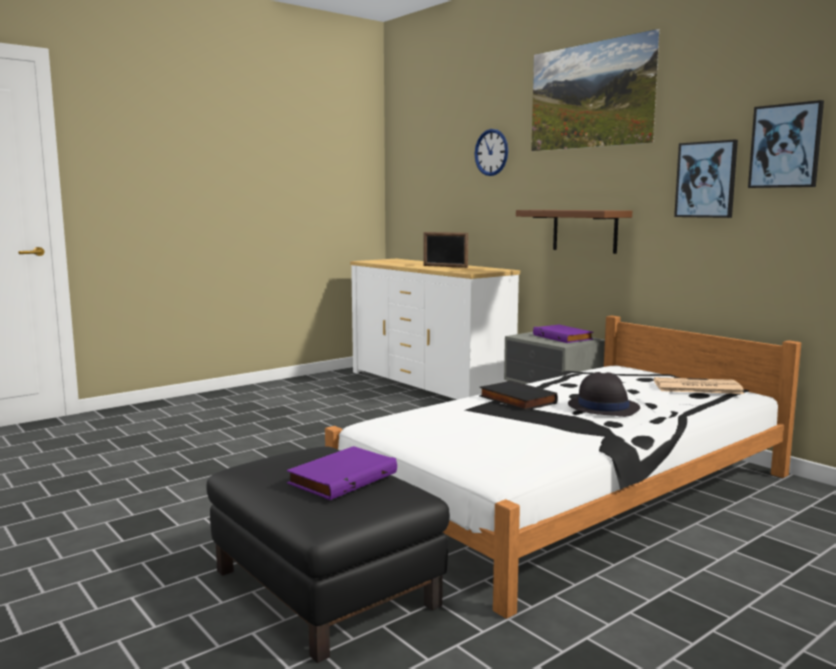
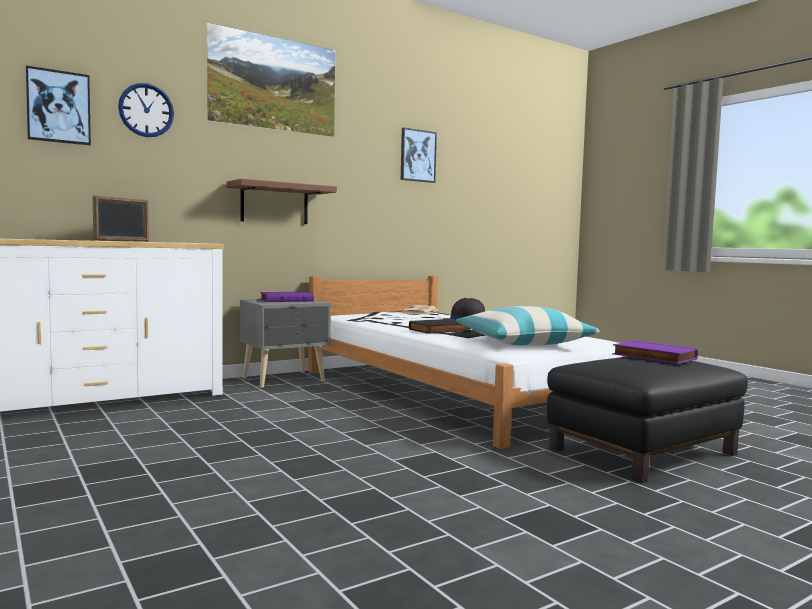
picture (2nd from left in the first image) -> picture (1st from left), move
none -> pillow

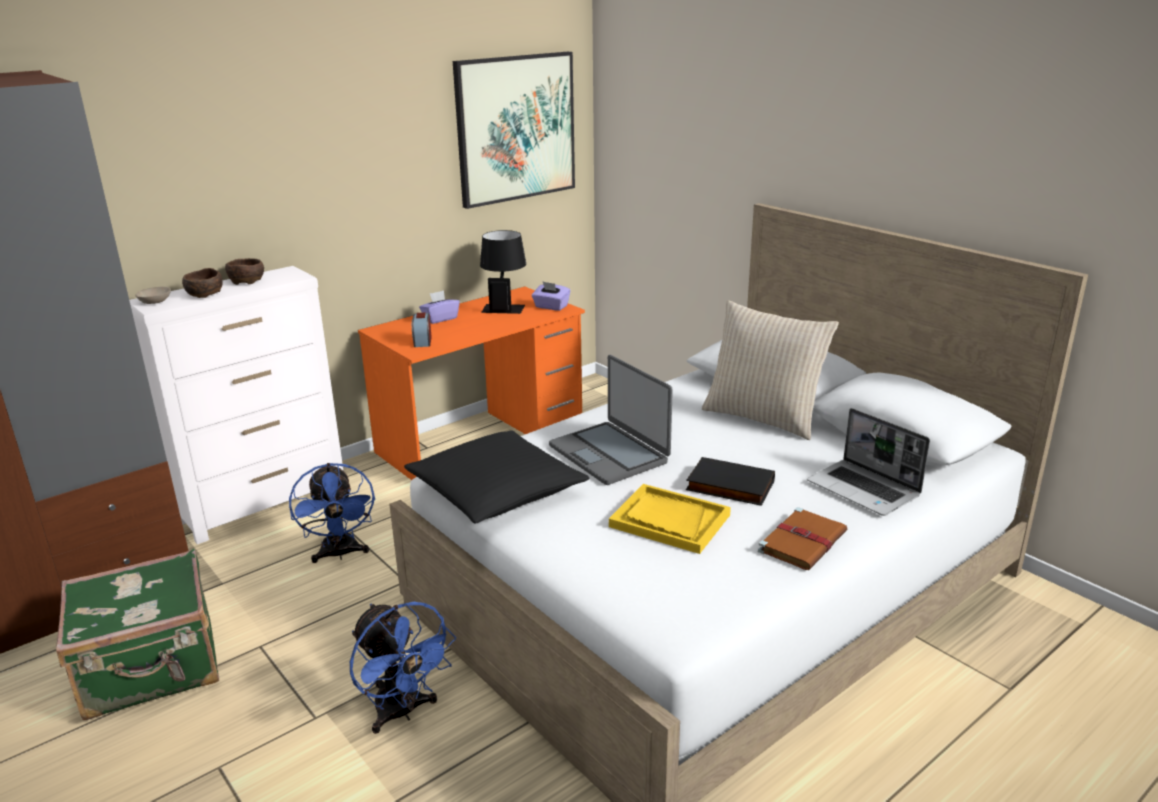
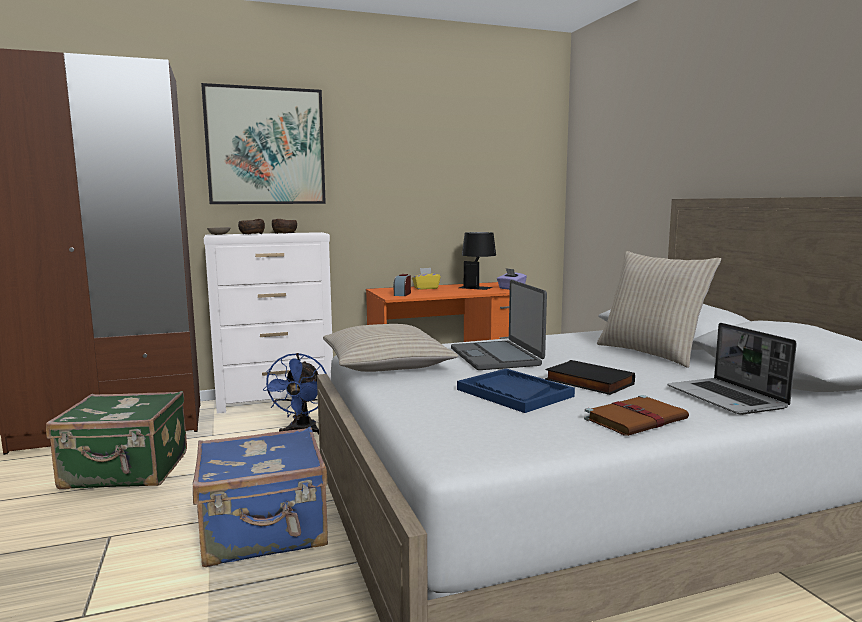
picture, move
tissue box (purple) (1st from left) -> tissue box (yellow)
pillow (black) -> pillow (beige) (1st from left)
tray (yellow) -> tray (blue)
fan (blue) (2nd from left) -> suitcase (blue)

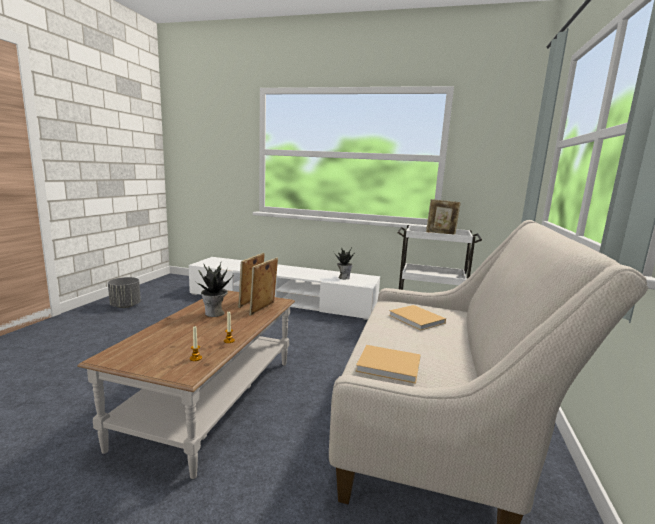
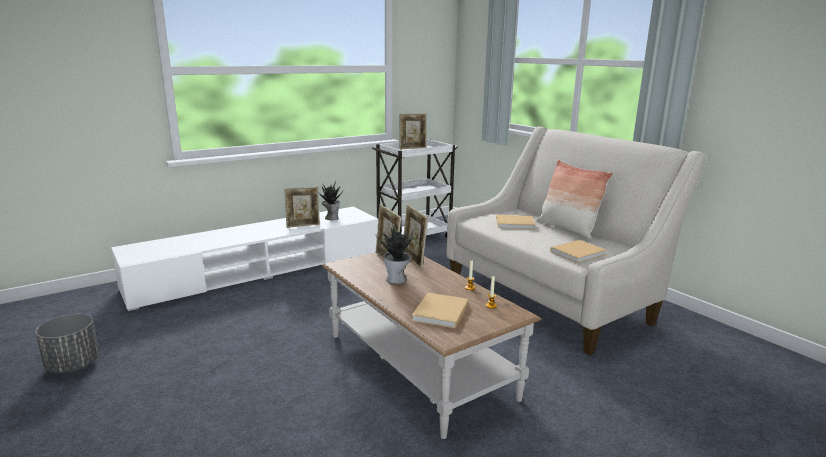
none -> pillow
none -> picture frame (1st from left)
none -> book (beige) (1st from left)

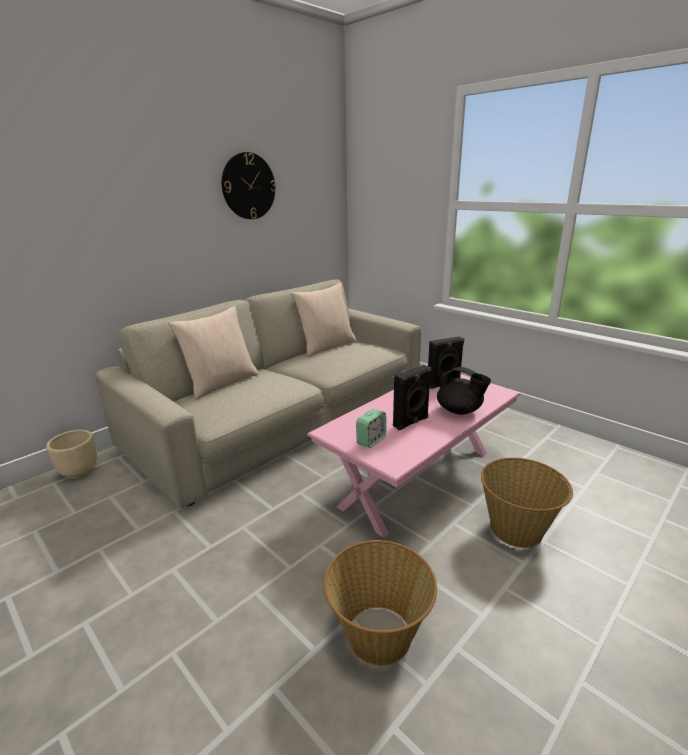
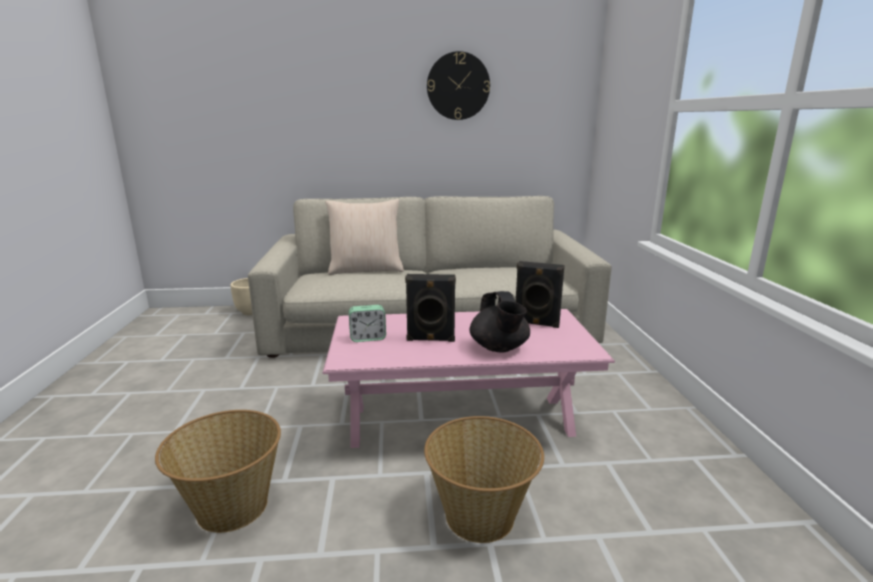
pillow (beige) (2nd from left) -> none

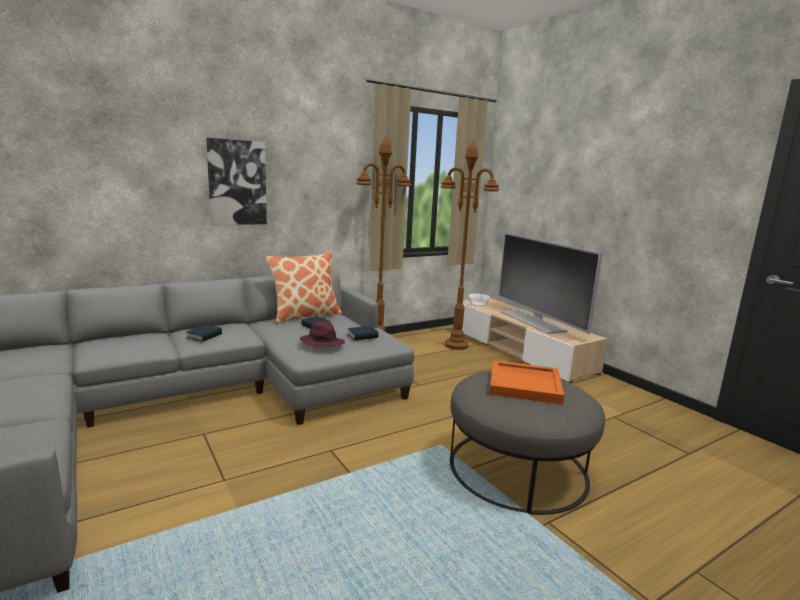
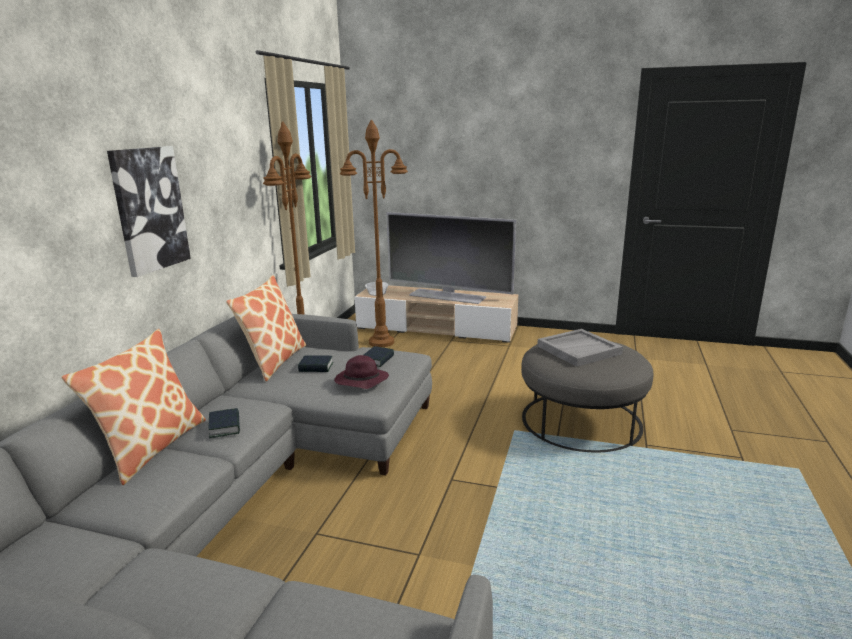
tray (orange) -> tray (grey)
none -> pillow (1st from left)

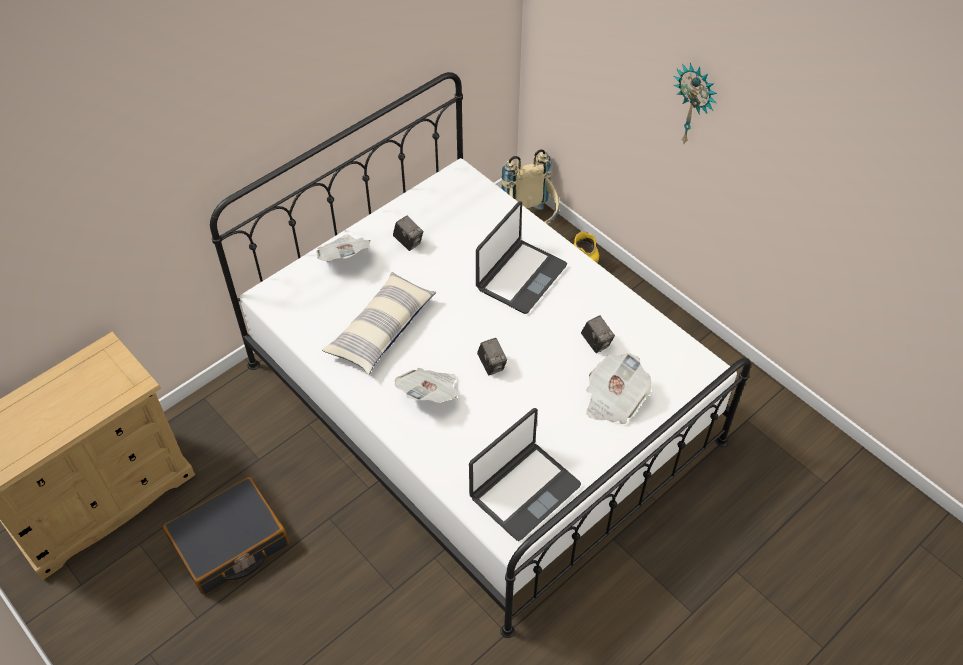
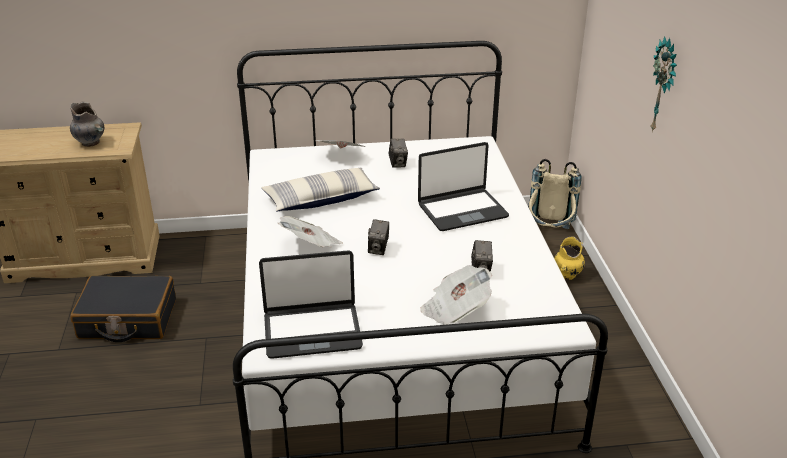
none -> vase (grey)

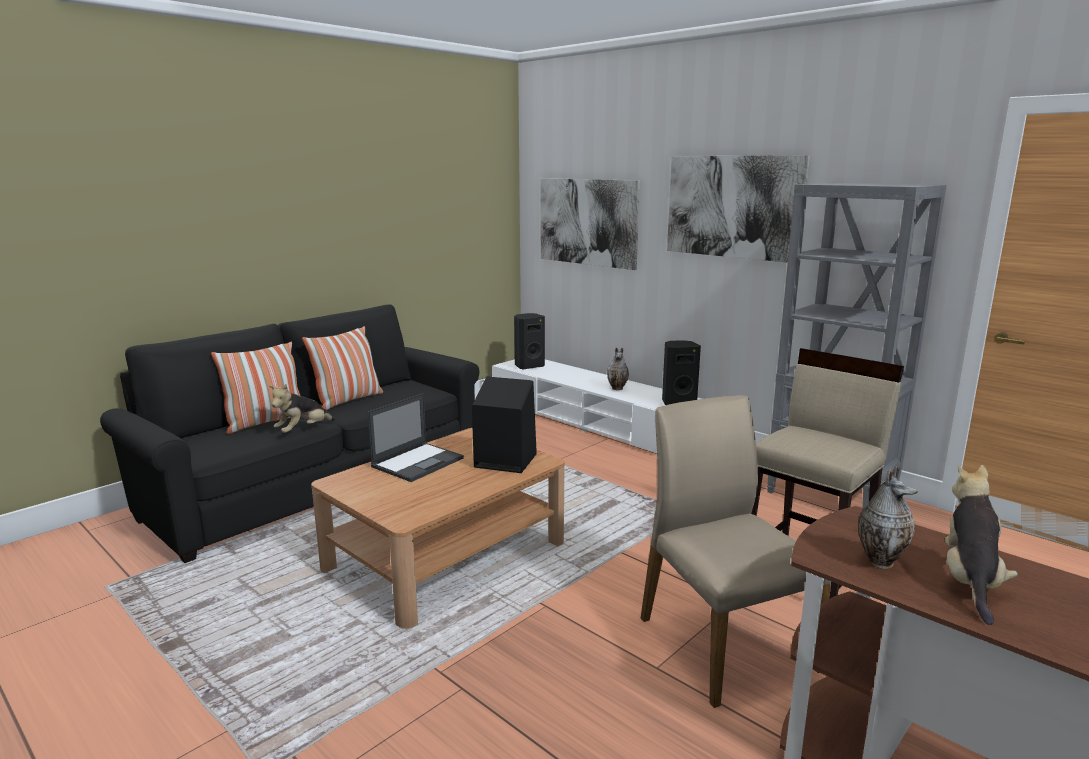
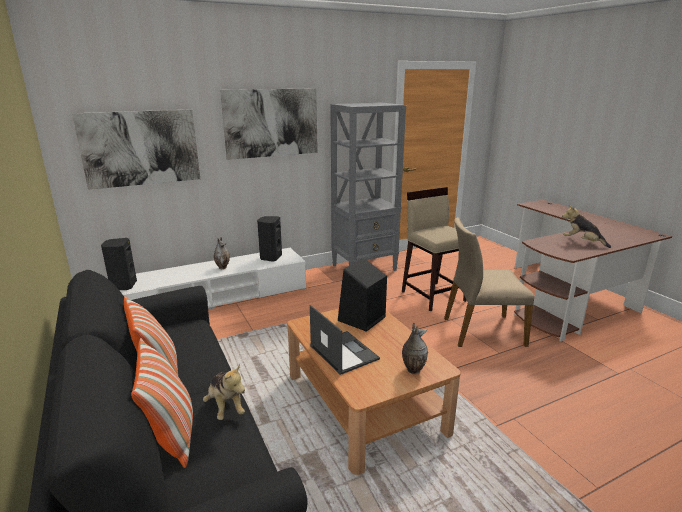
vase (2nd from left), move

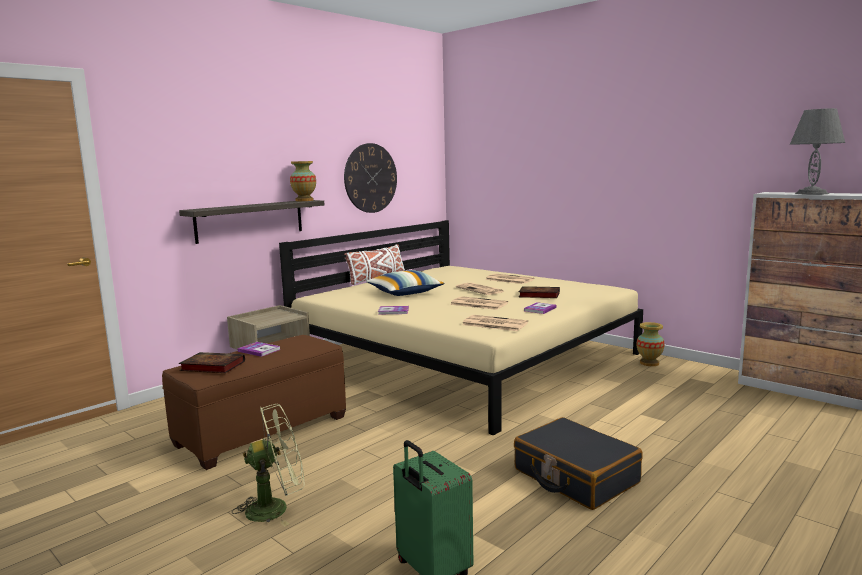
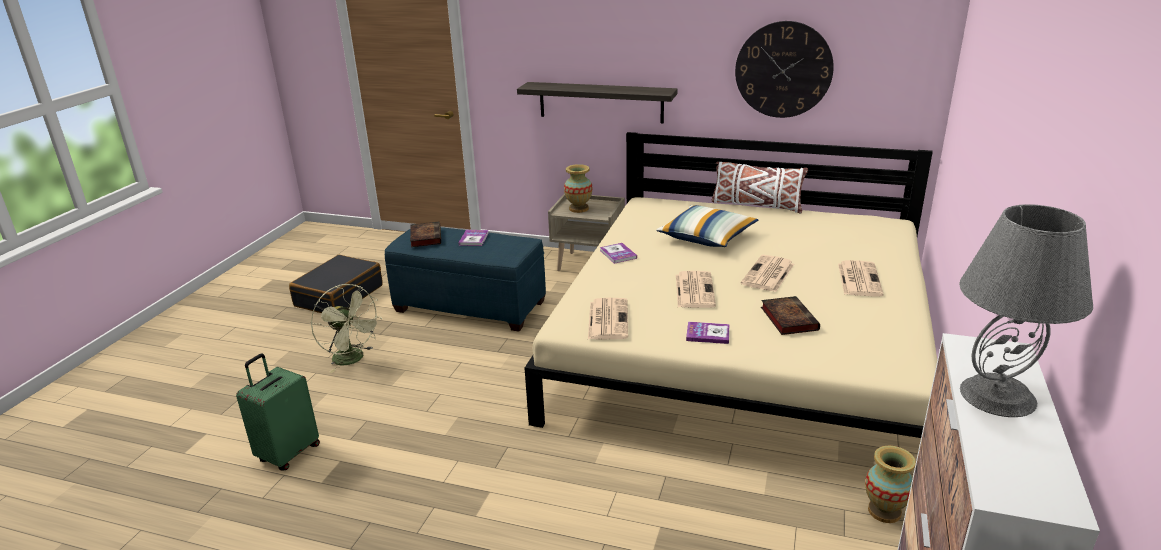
vase (1st from left), move
ottoman (brown) -> ottoman (blue)
suitcase (black), move

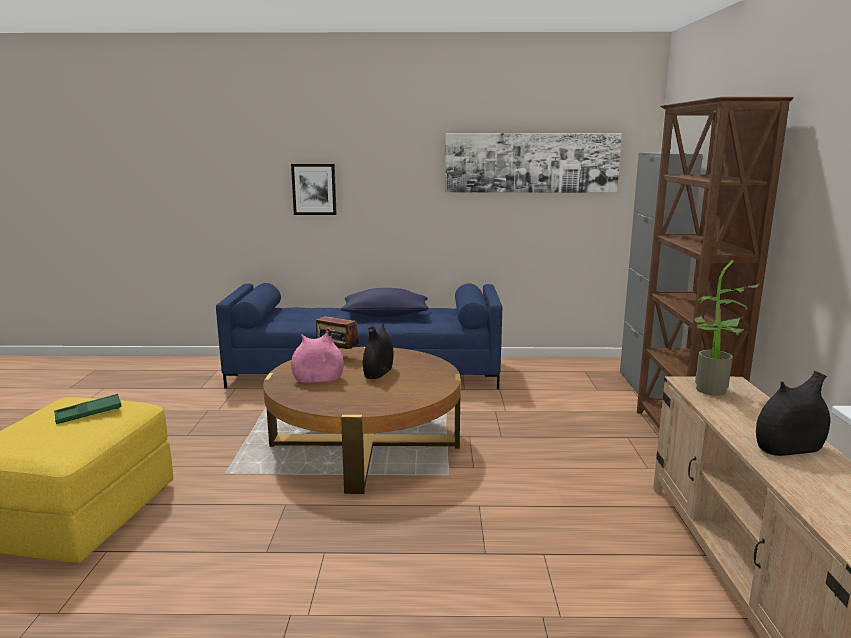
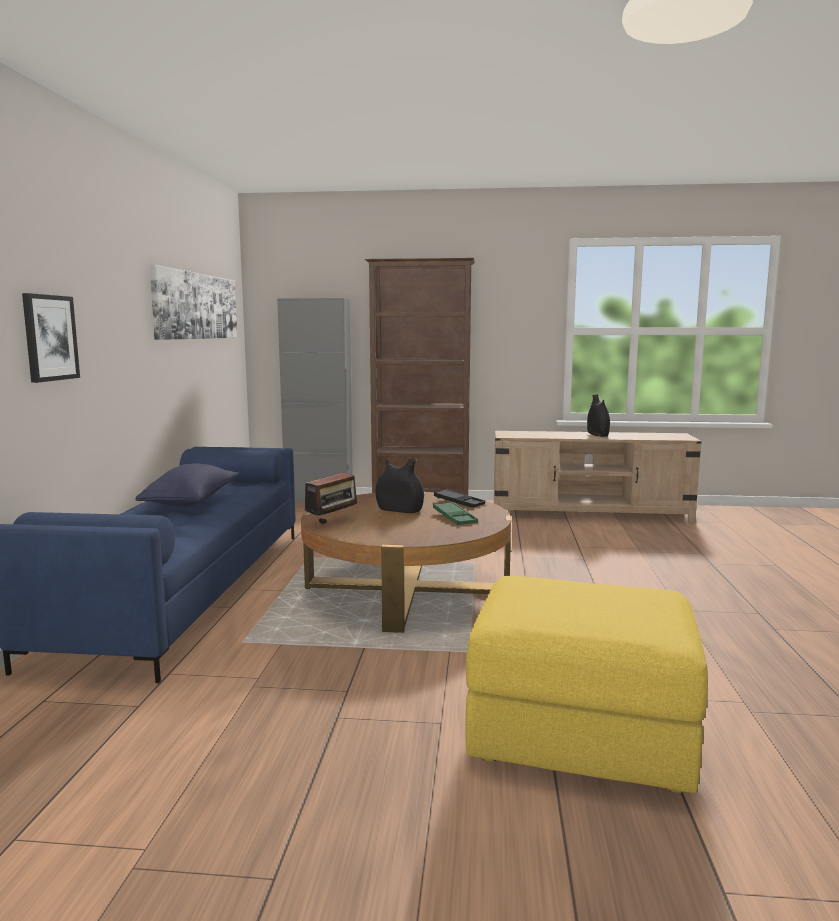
potted plant -> none
vase (pink) -> none
tray (green), move
none -> tray (black)

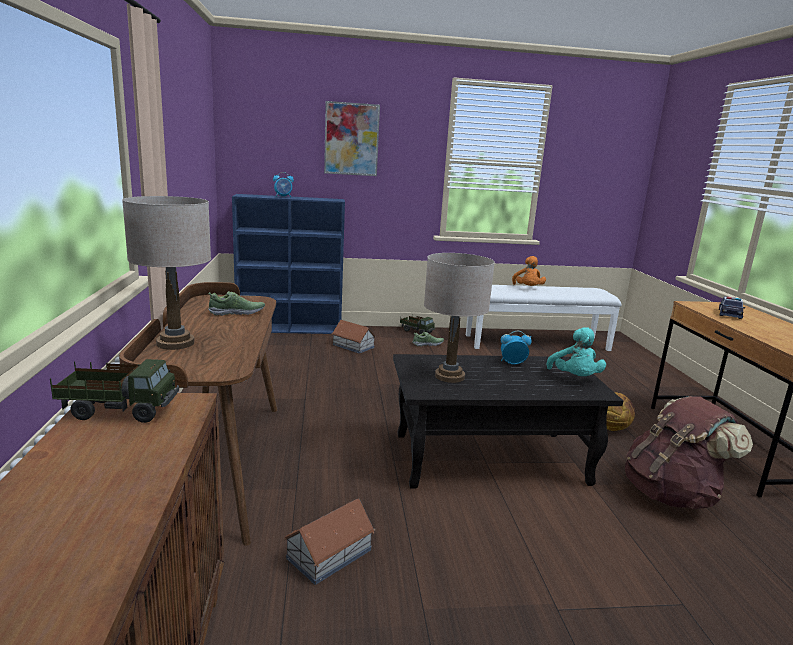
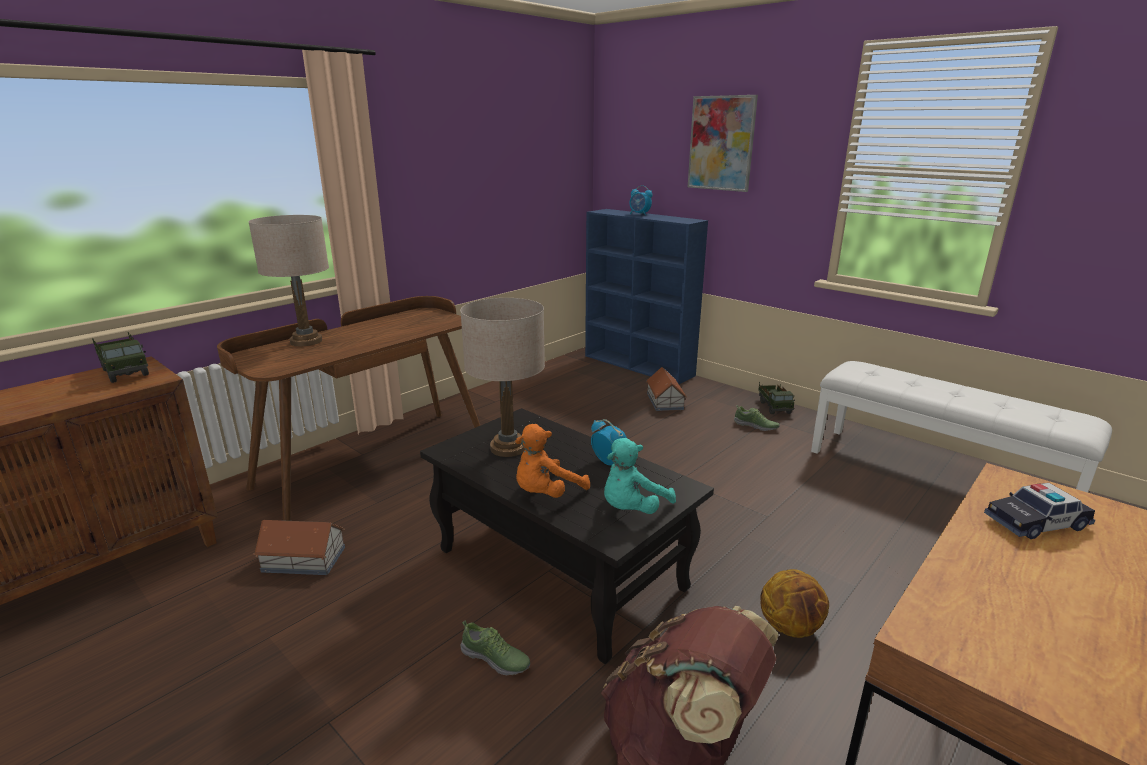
plush toy (orange), move
shoe (1st from left), move

